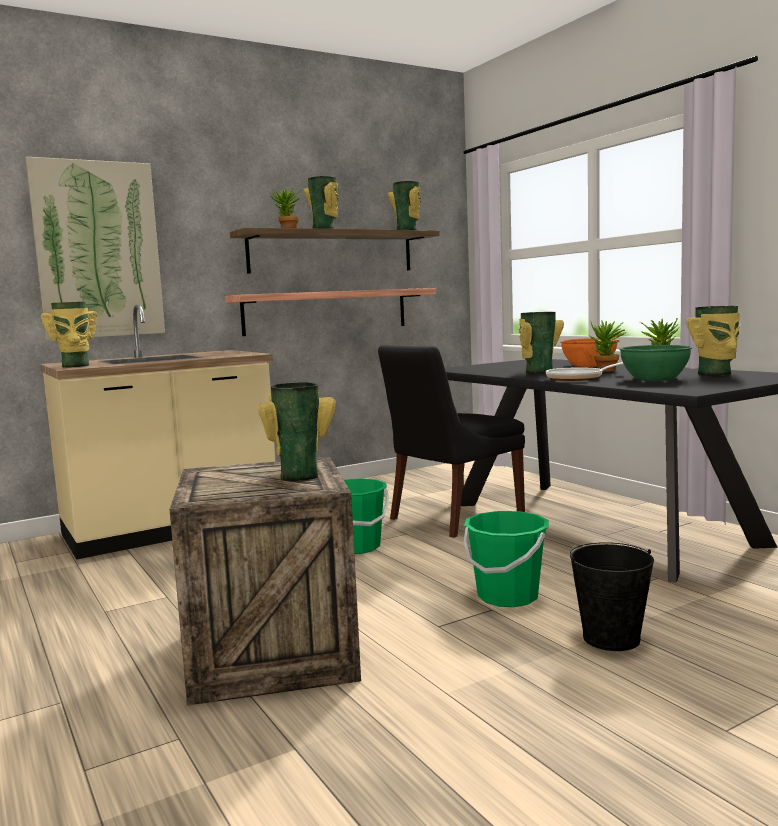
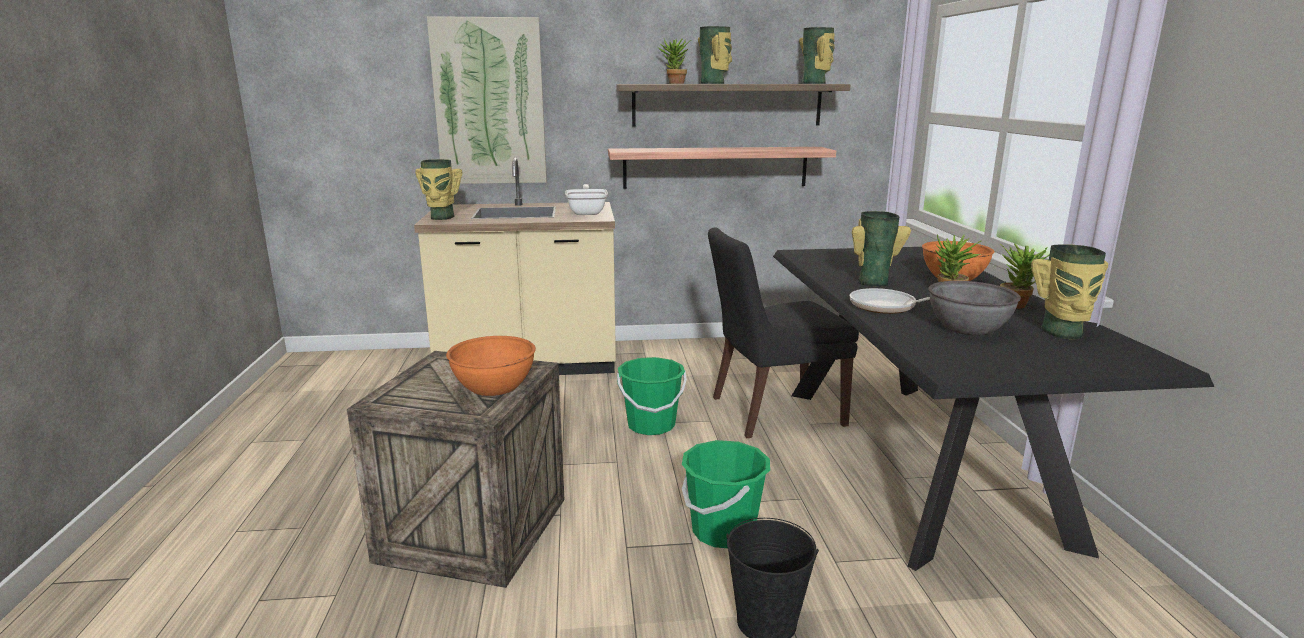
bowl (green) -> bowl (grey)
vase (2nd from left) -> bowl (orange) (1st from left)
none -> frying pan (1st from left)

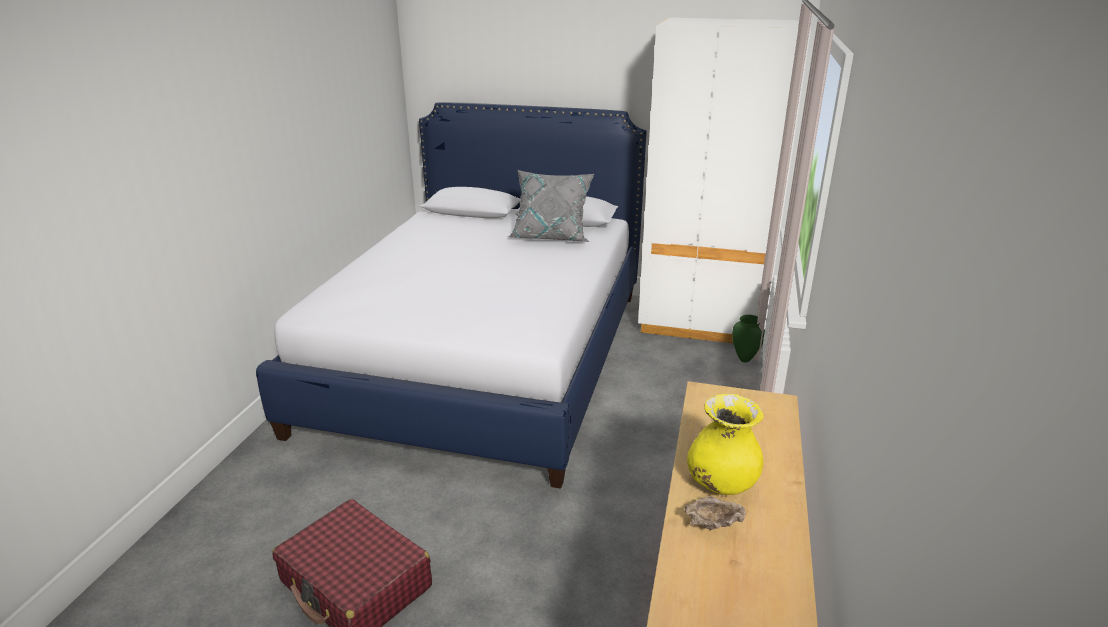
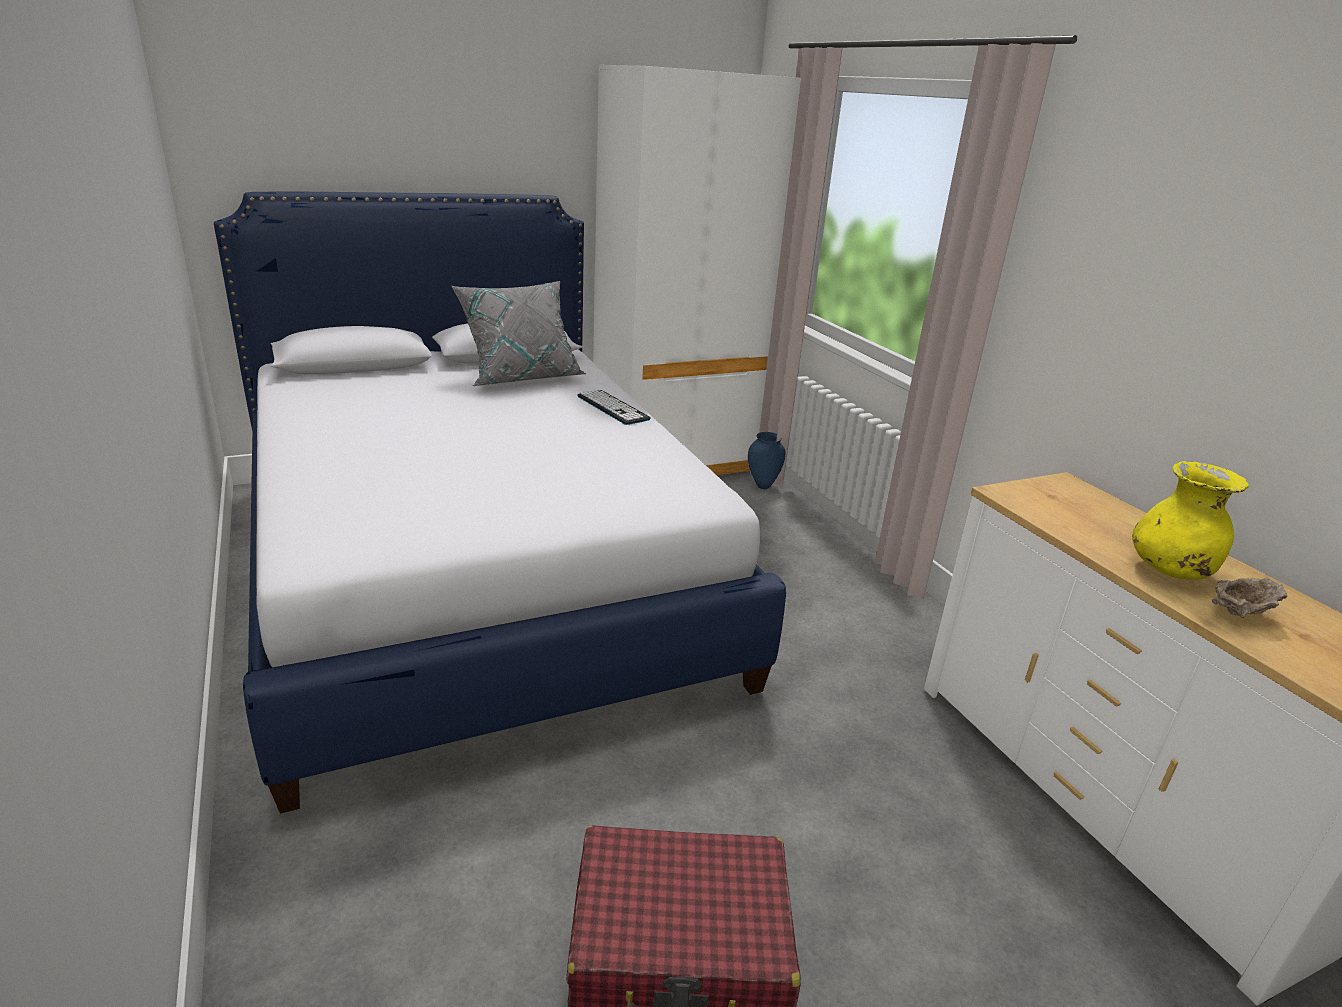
vase (green) -> vase (blue)
none -> keyboard

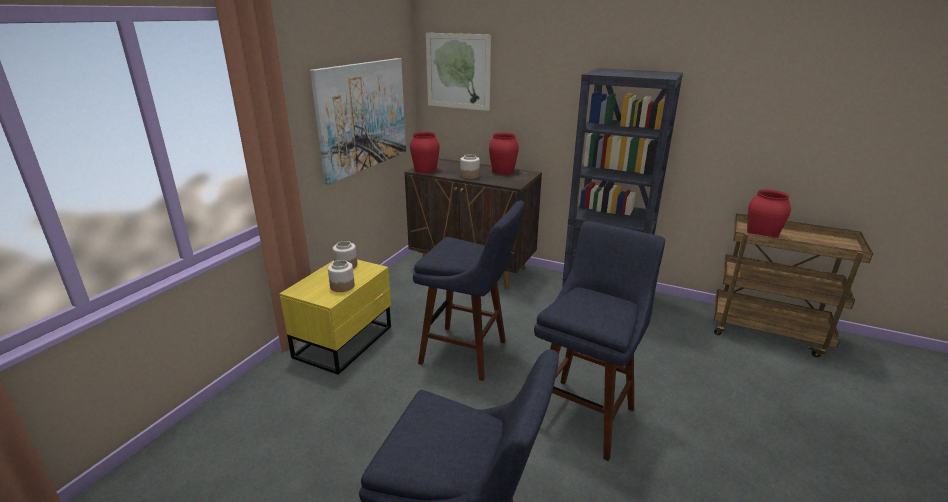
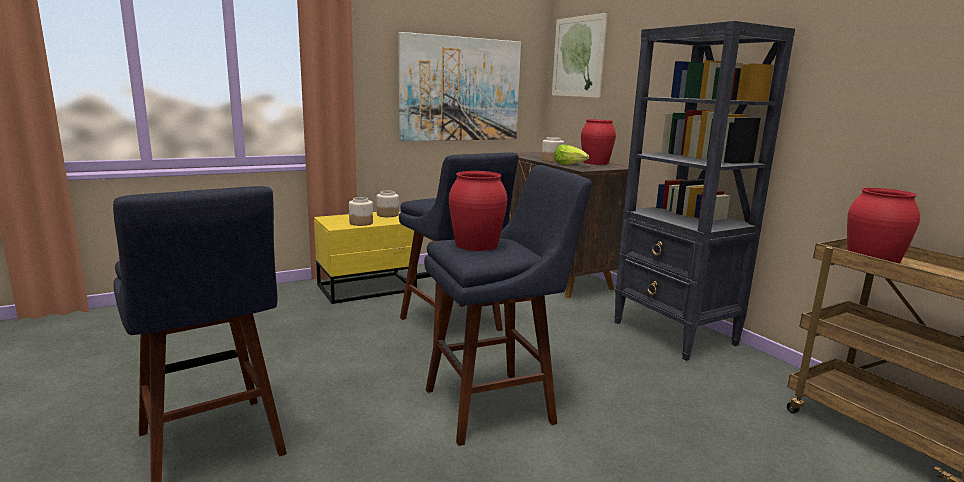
vase (red) (1st from left), move
none -> lettuce

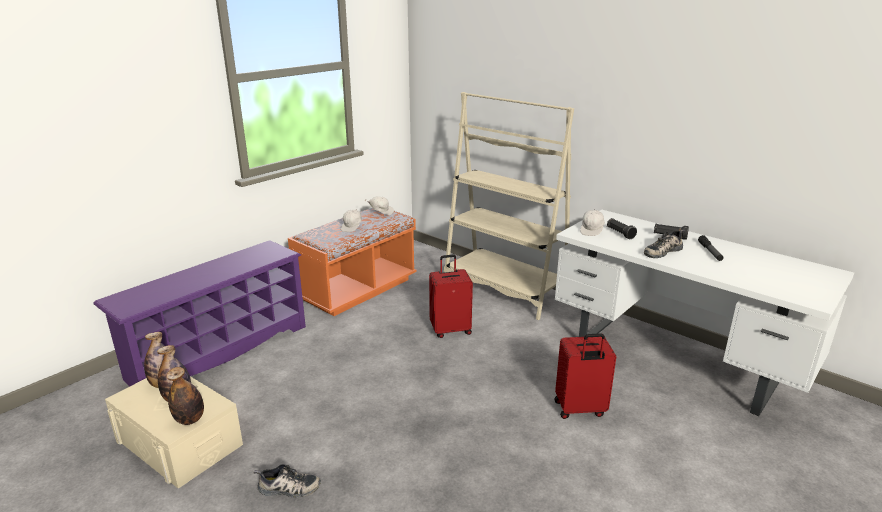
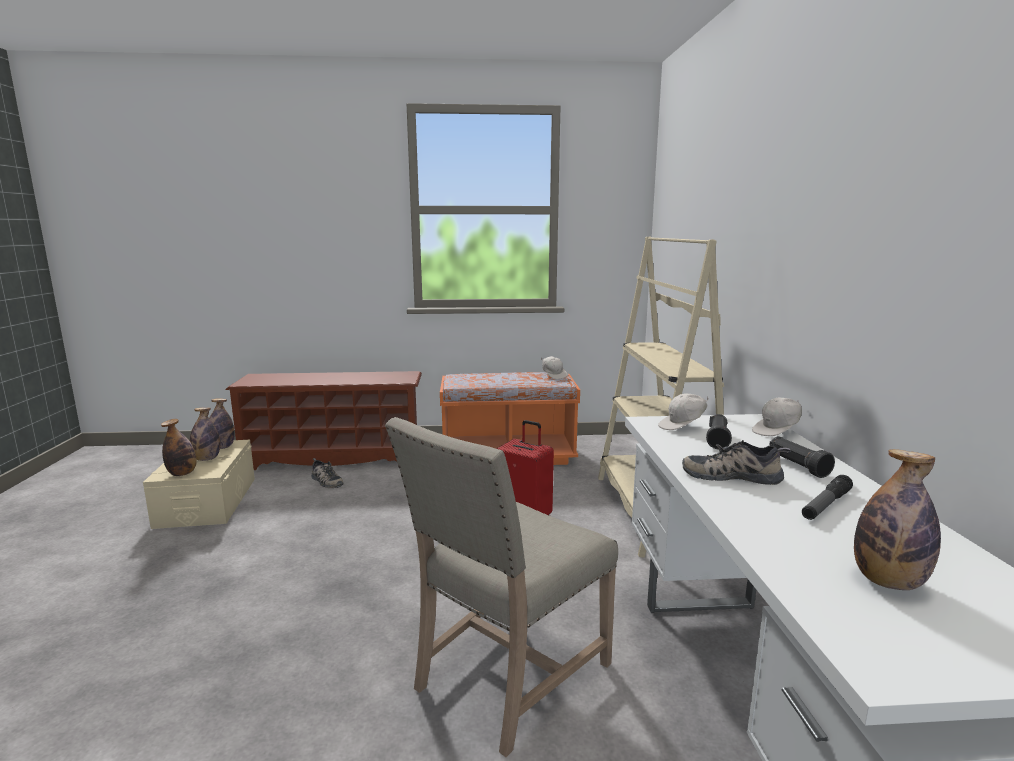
cap (white) (1st from left in the first image) -> cap (white) (3rd from left), move
shoe rack (purple) -> shoe rack (brown)
suitcase (red) (2nd from left) -> chair (beige)
shoe (1st from left), move
none -> bottle (4th from left)

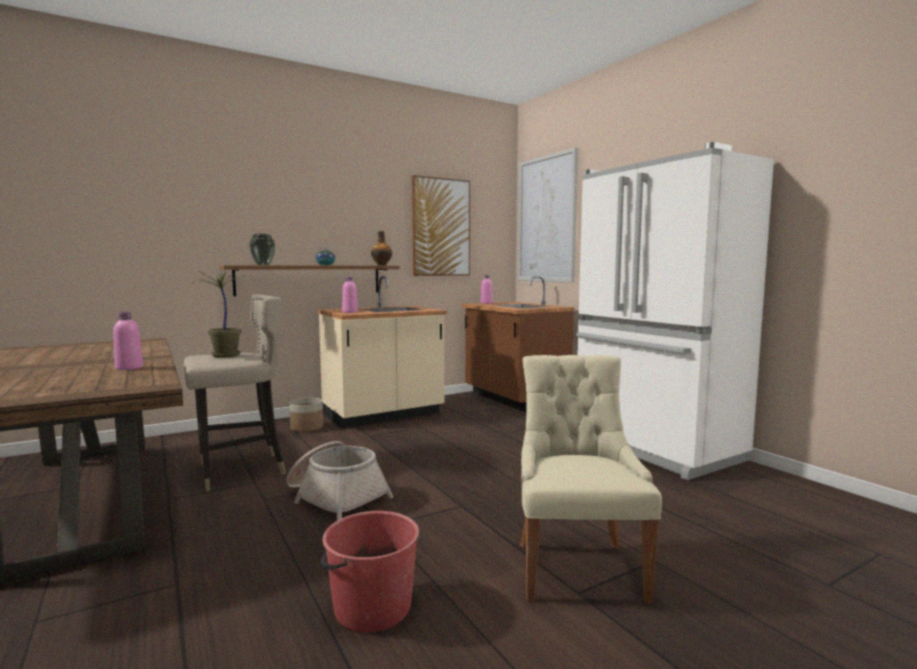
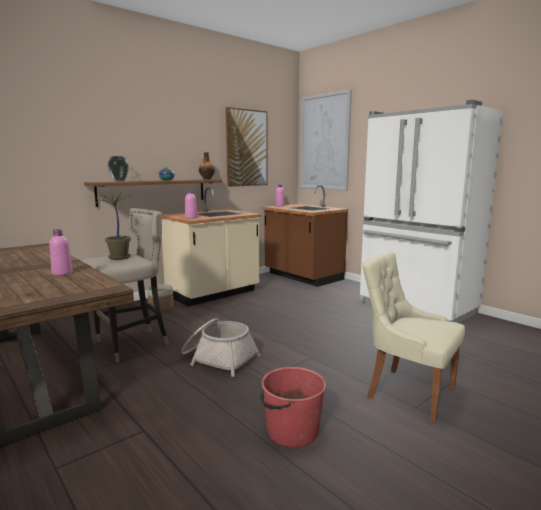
chair (beige), 45 degrees counterclockwise

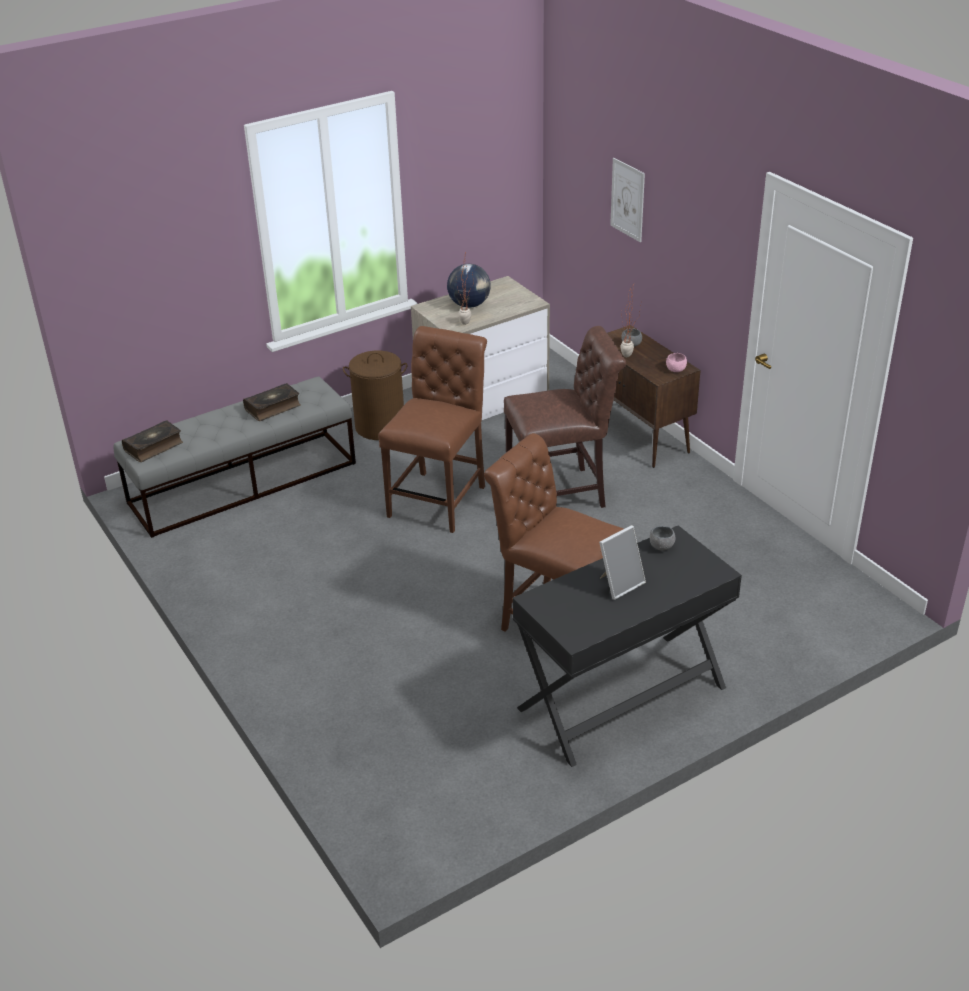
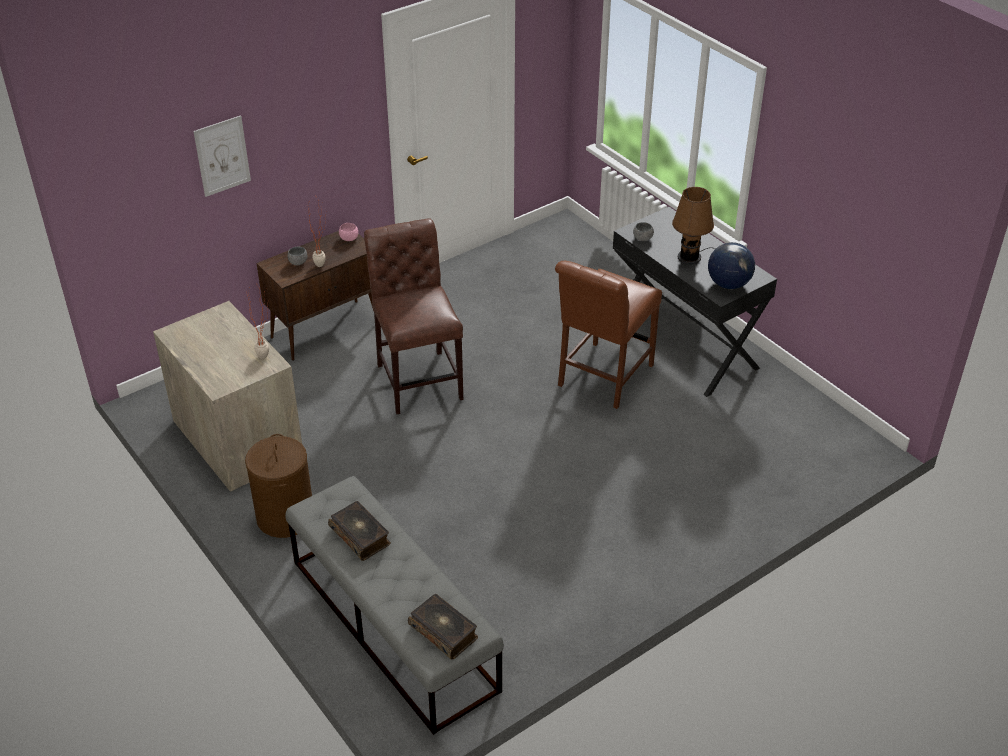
globe, move
chair (brown) (1st from left) -> none
picture frame -> table lamp (brown)

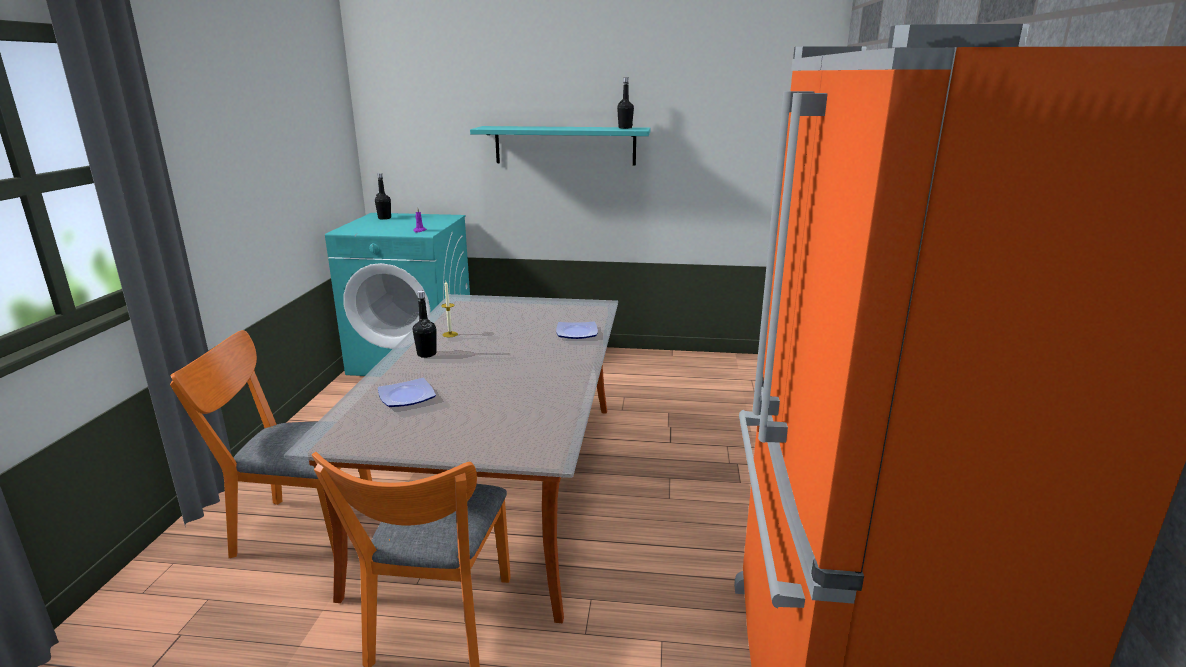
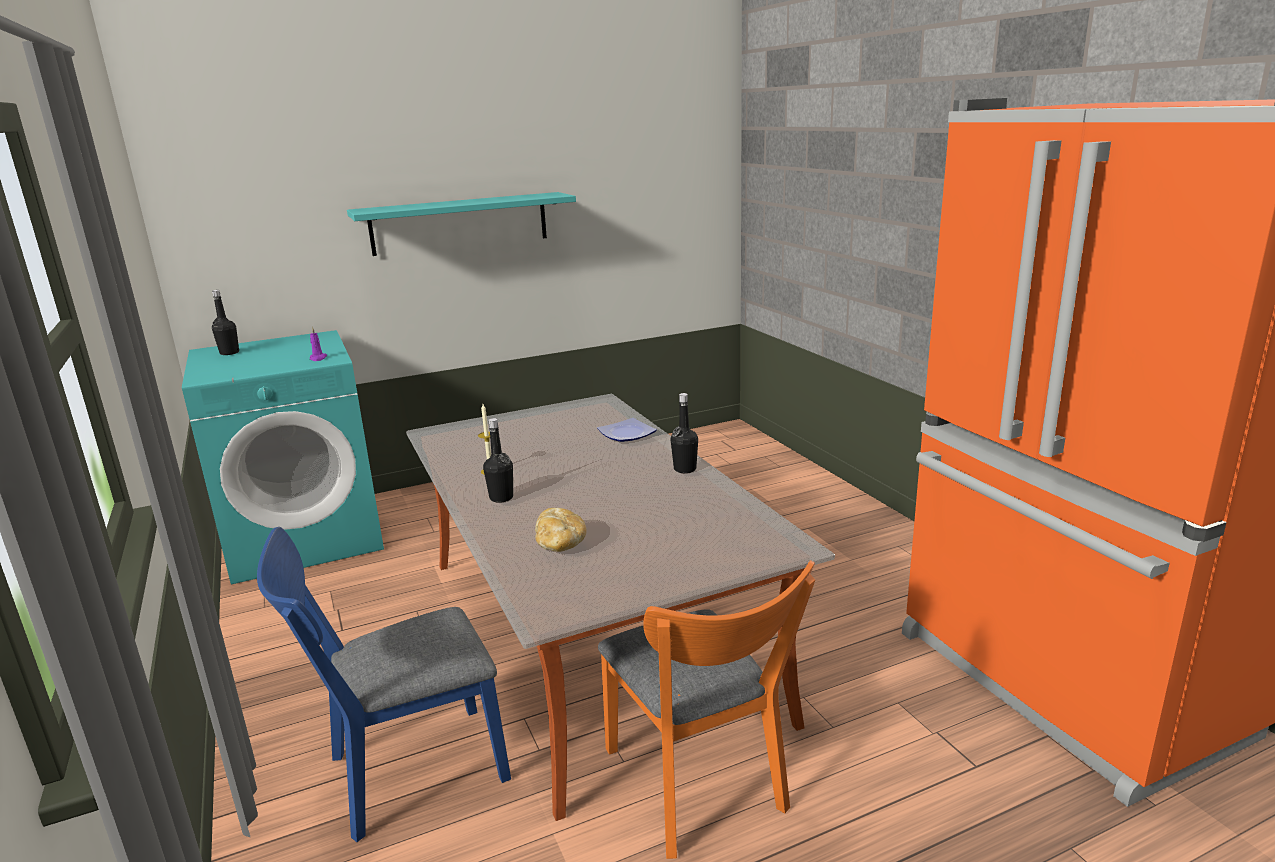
bottle (black) (3rd from left), move
chair (orange) (1st from left) -> chair (blue)
plate (1st from left) -> bread

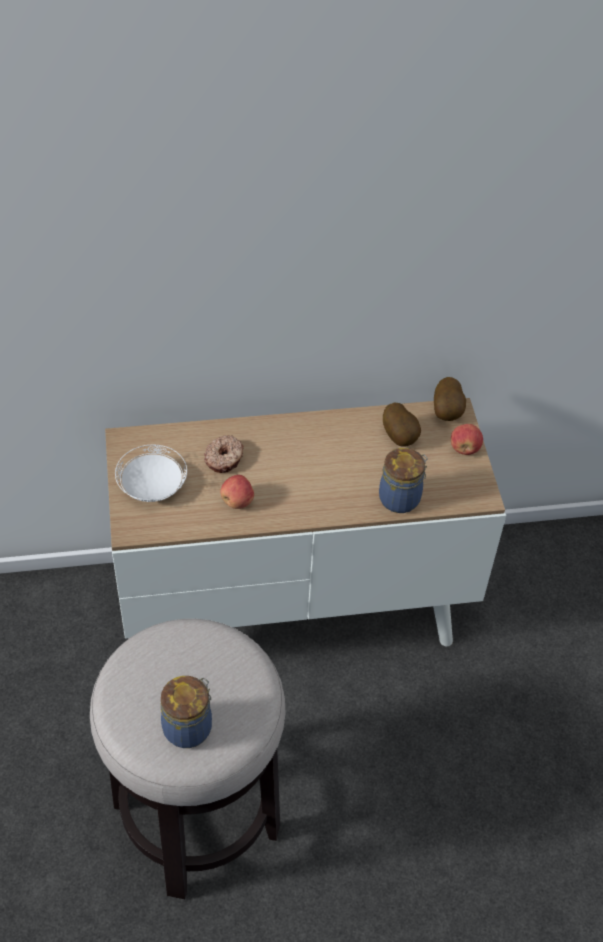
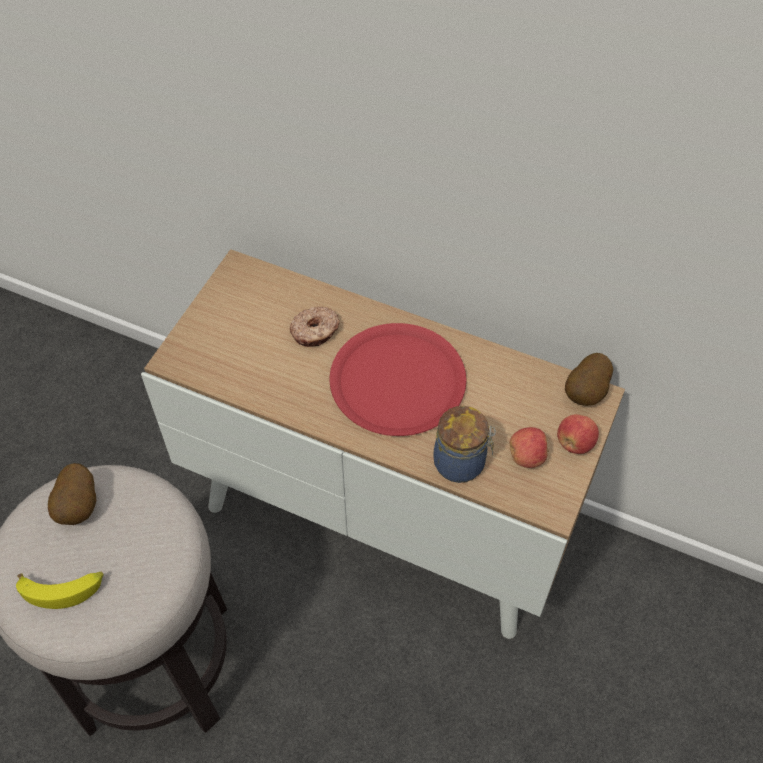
potato (1st from left), move
plate (white) -> none
apple (1st from left), move
jar (1st from left) -> banana
none -> plate (red)

